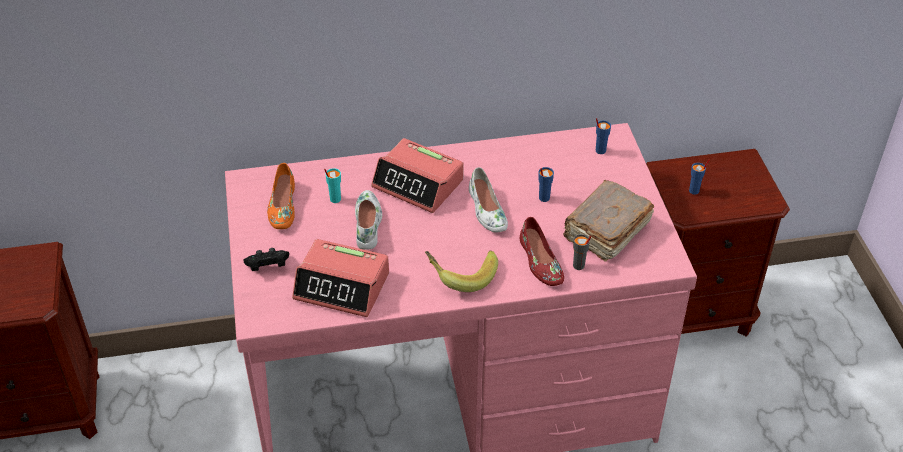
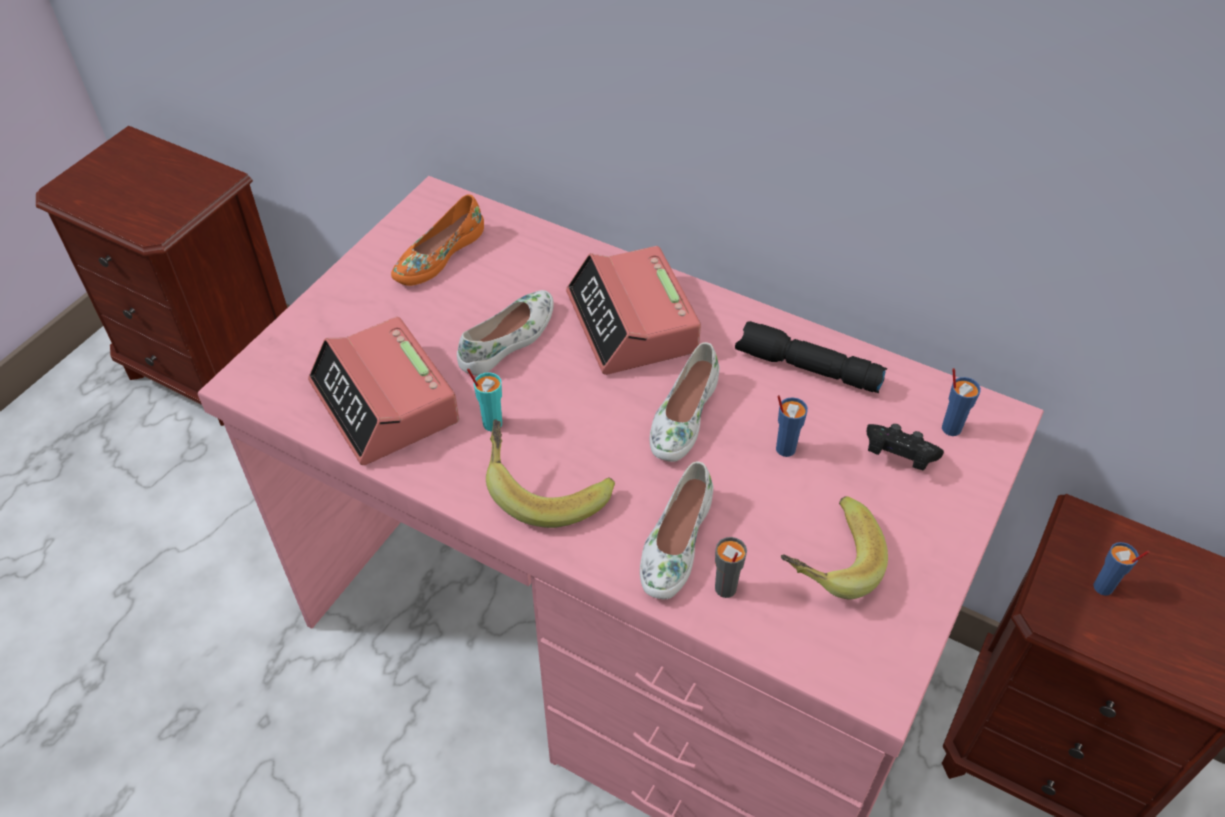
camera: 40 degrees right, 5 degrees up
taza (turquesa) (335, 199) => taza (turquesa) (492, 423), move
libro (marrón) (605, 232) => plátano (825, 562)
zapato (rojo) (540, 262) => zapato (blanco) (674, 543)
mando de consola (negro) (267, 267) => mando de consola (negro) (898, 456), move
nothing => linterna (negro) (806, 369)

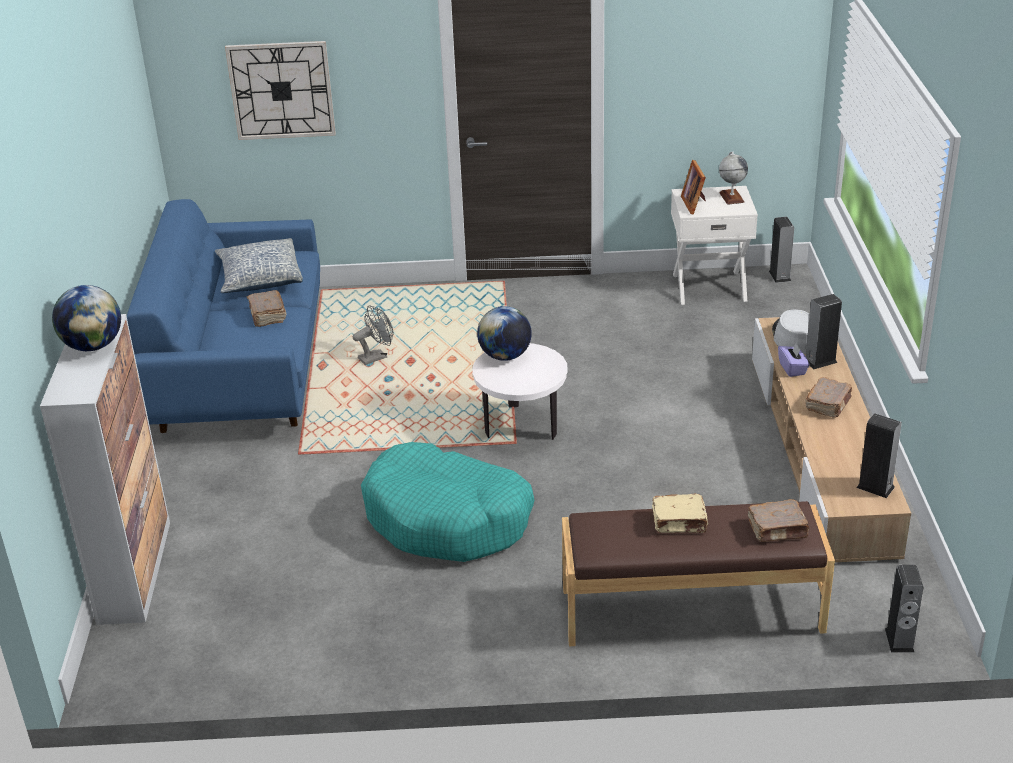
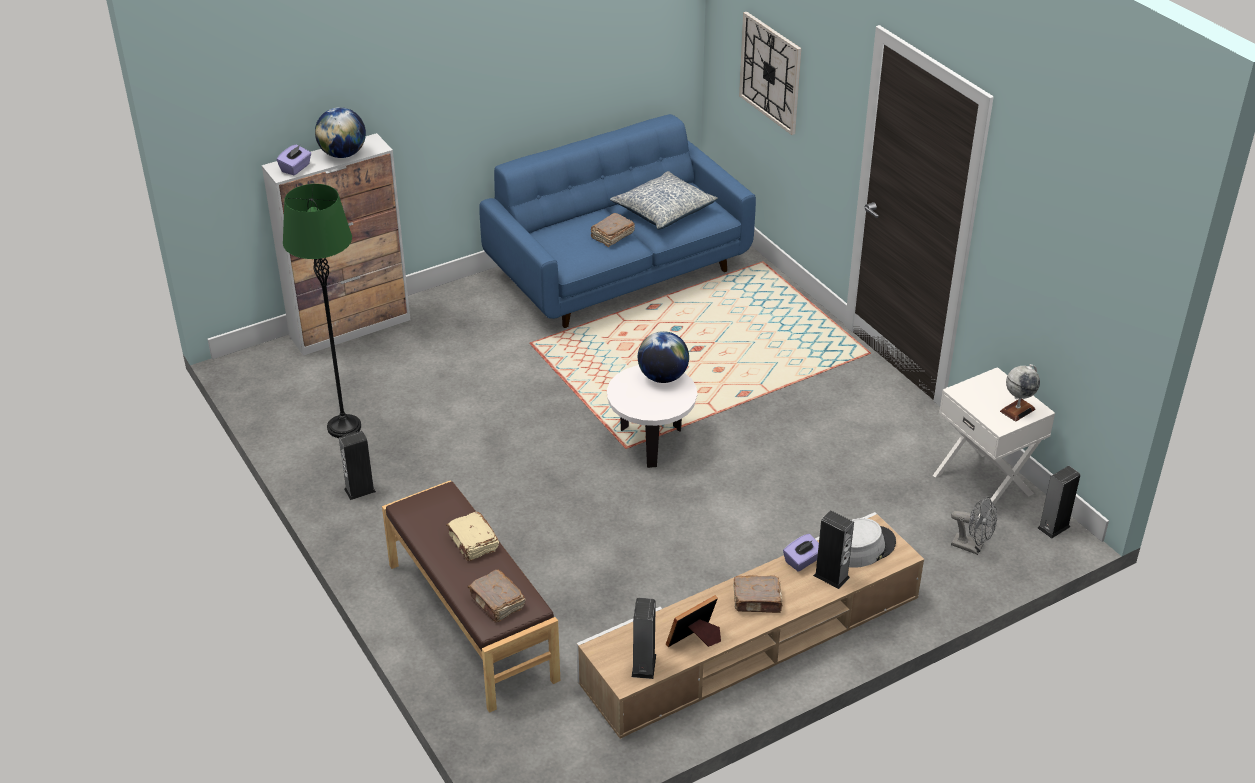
camera: 60 degrees right, 5 degrees up
portarretratos (695, 204) => portarretratos (695, 640), move
ventilador (gris) (376, 357) => ventilador (gris) (972, 547), move
cama para perro (turquesa) (447, 519) => nothing
altavoz (899, 640) => altavoz (360, 490), move
nothing => caja de pañuelos (morado) (296, 168)
nothing => lámpara de pie (verde) (344, 427)

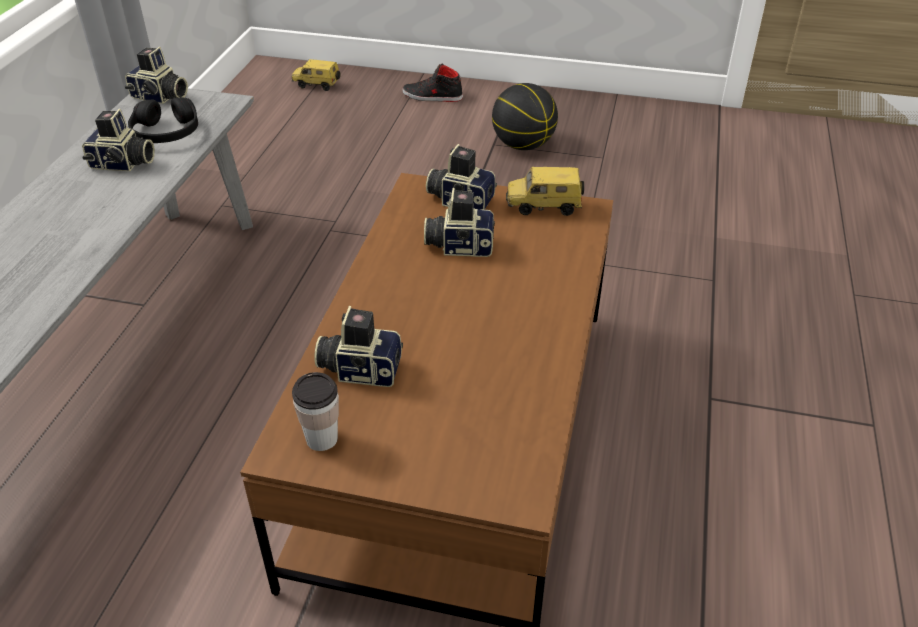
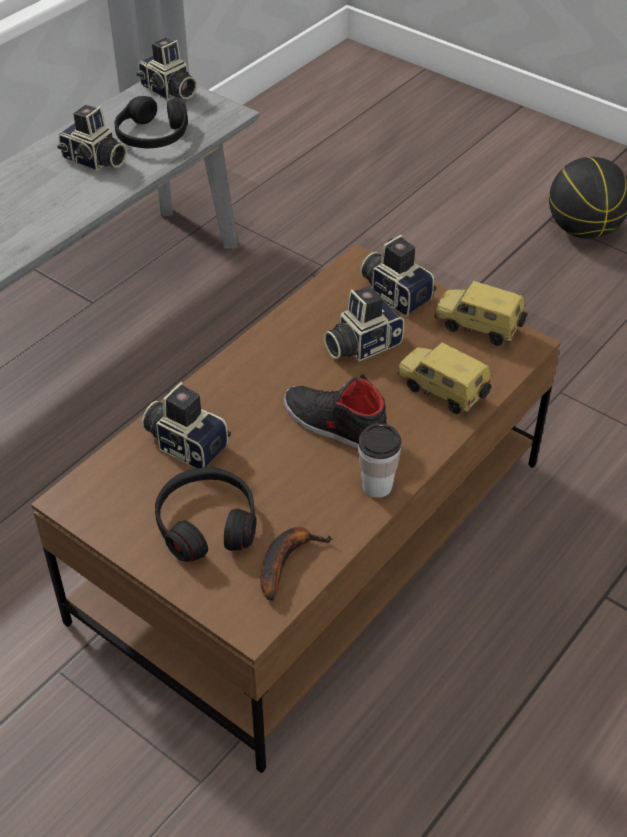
camera: 25 degrees right, 5 degrees up
coche de juguete (316, 86) => coche de juguete (440, 392), move
zapato (negro) (432, 96) => zapato (negro) (334, 425), move
cámara (459, 245) => cámara (361, 345), 60 degrees counterclockwise
taza (322, 438) => taza (377, 486), move
nothing => auriculares (negro) (206, 523)
nothing => plátano (286, 561)

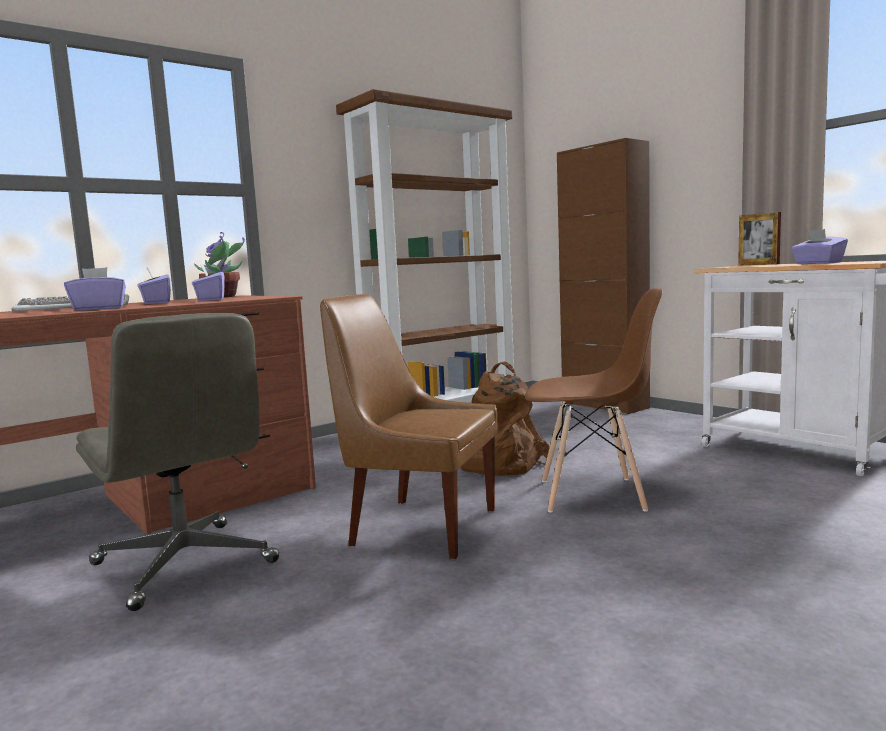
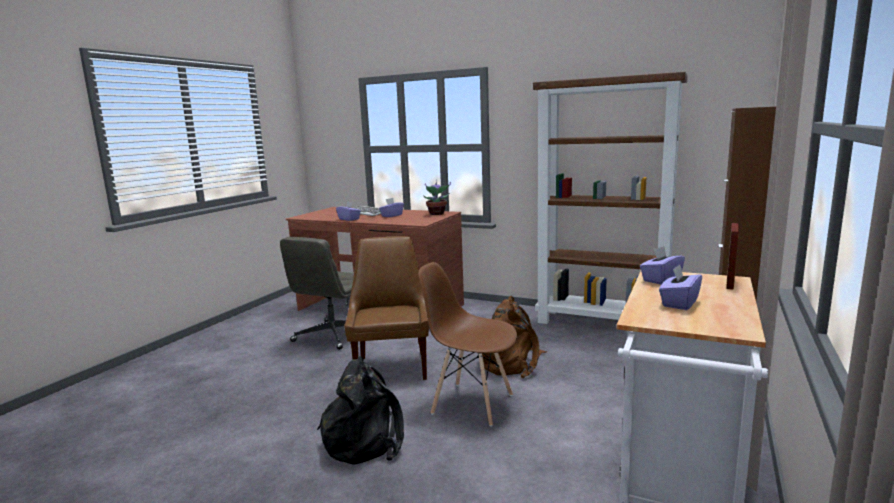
camera: 65 degrees right, 5 degrees up
caja de pañuelos (morado) (210, 300) => caja de pañuelos (morado) (661, 279), move
silla (marrón) (592, 495) => silla (marrón) (472, 403), 135 degrees clockwise
nothing => mochila (negro) (365, 440)

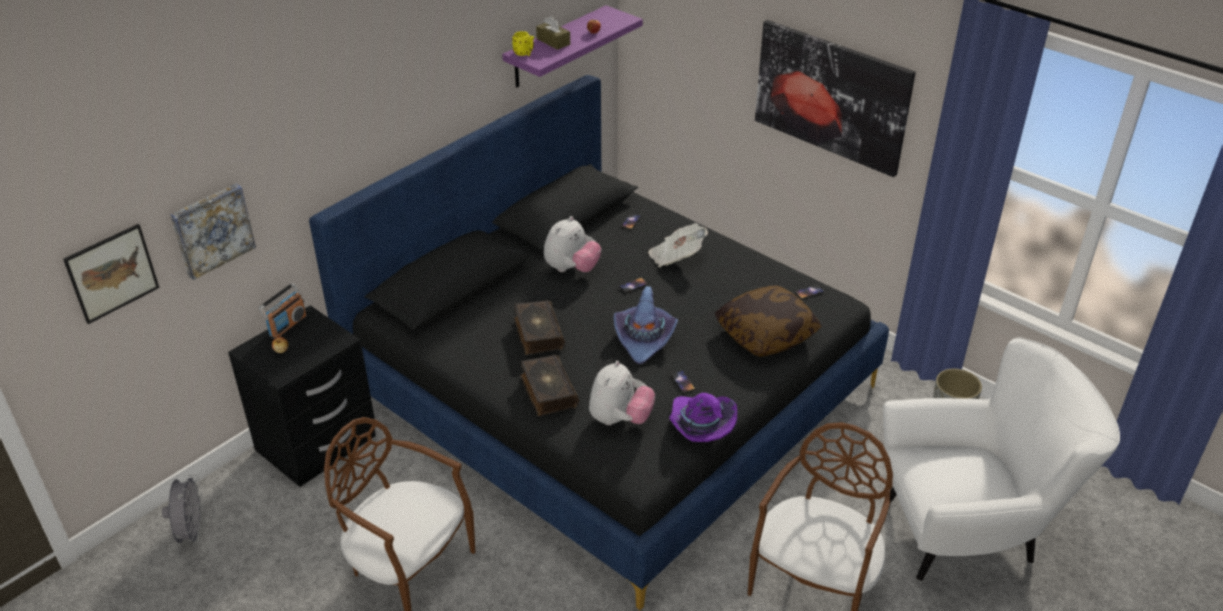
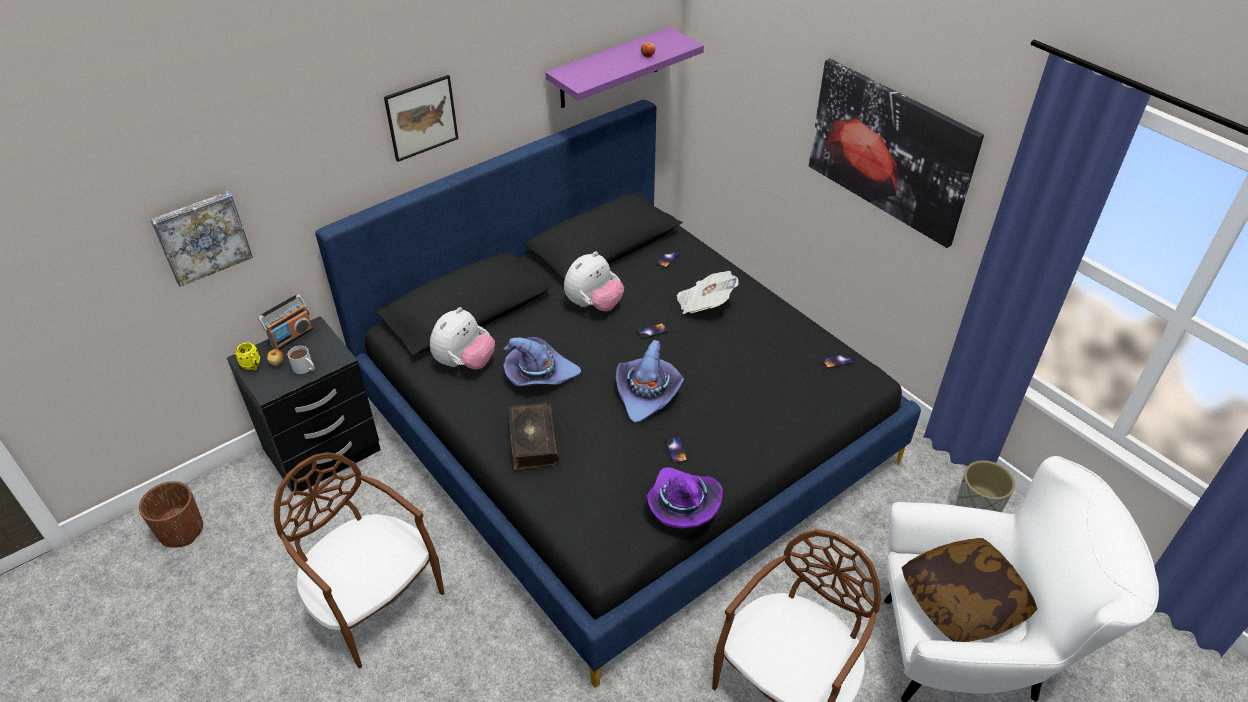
camera: 10 degrees right, 5 degrees up
caja de pañuelos (marrón) (553, 42) => nothing
taza grande (amarillo) (524, 54) => taza grande (amarillo) (252, 366), move
cuadro (112, 273) => cuadro (421, 117), move
cojín (766, 333) => cojín (963, 600), move
libro (537, 334) => sombrero (morado) (539, 374)
peluche (620, 419) => peluche (464, 363), move
ventilador (gris) (192, 533) => maceta (marrón) (181, 530)
nothing => taza grande (blanco) (305, 368)

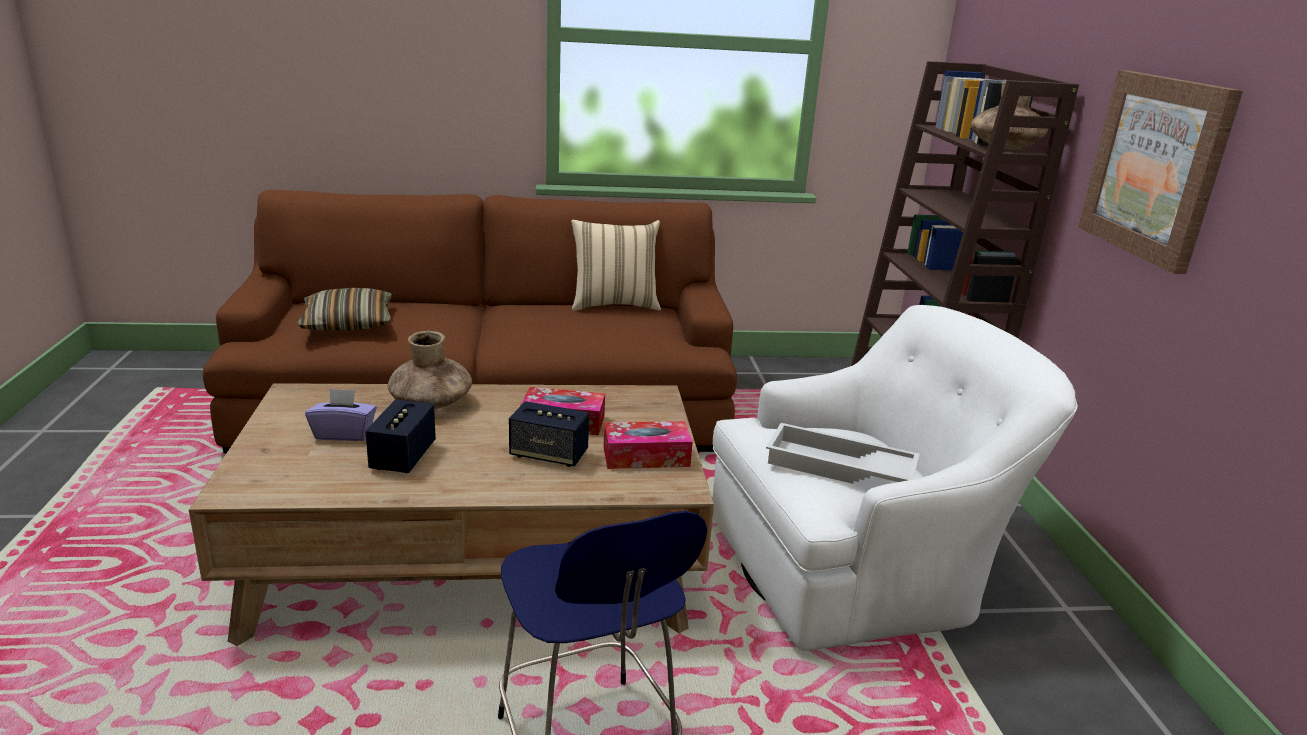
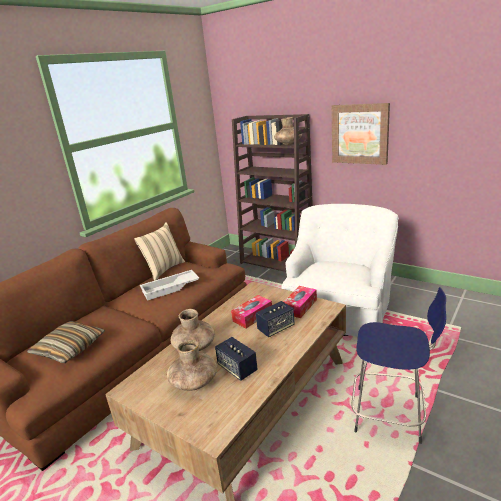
camera: 45 degrees left, 0 degrees up
caja de pañuelos (morado) (344, 433) => florero (marrón) (194, 381)
bandeja (blanco) (838, 468) => bandeja (blanco) (170, 288), move

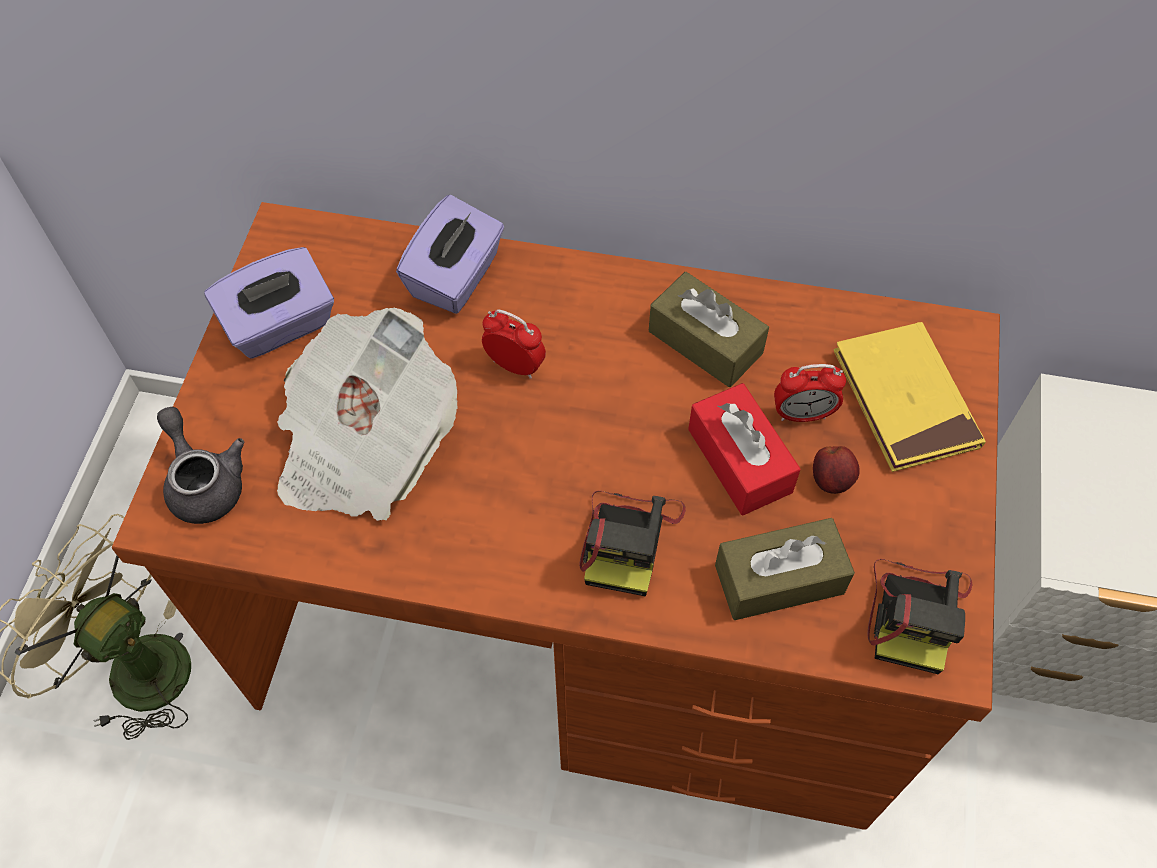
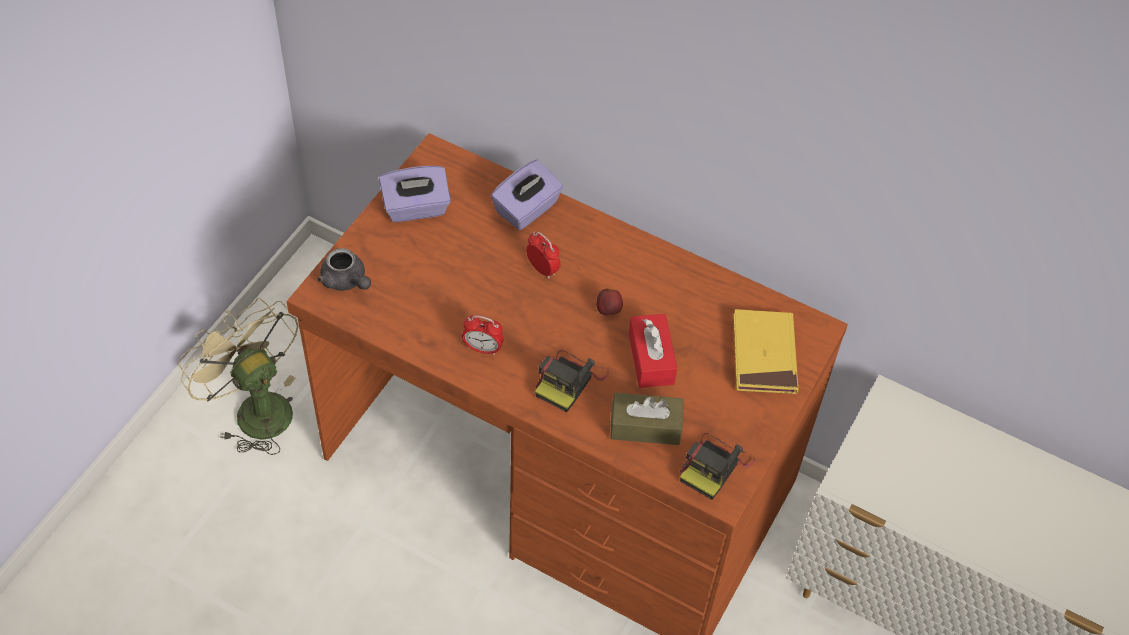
camera: 15 degrees right, 5 degrees down
caja de pañuelos (marrón) (705, 342) => nothing
periódico (365, 445) => nothing
despertador (802, 414) => despertador (483, 348), move
tetera (gris) (204, 481) => tetera (gris) (346, 281), 150 degrees clockwise
manzana (832, 481) => manzana (608, 310), move

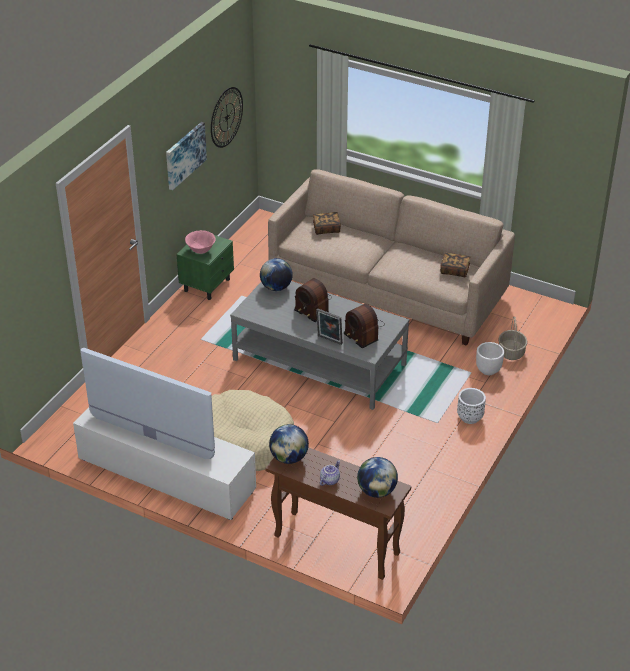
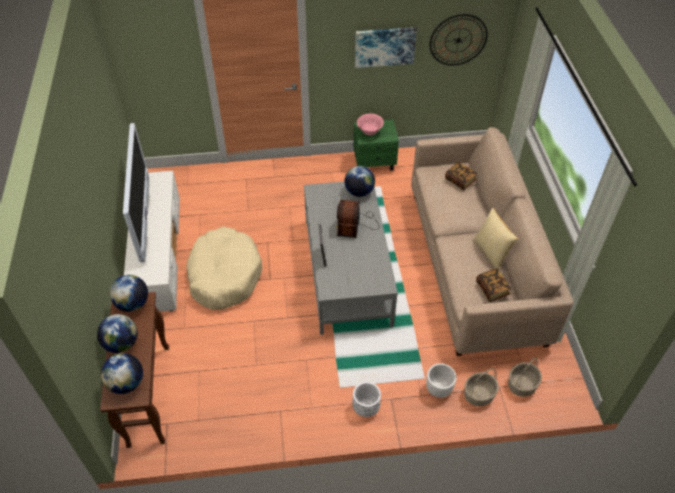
camera: 55 degrees right, 10 degrees up
radio (363, 332) => nothing
tetera (329, 480) => globo terráqueo (121, 343)
nothing => cojín (491, 253)
nothing => cesta (522, 385)

